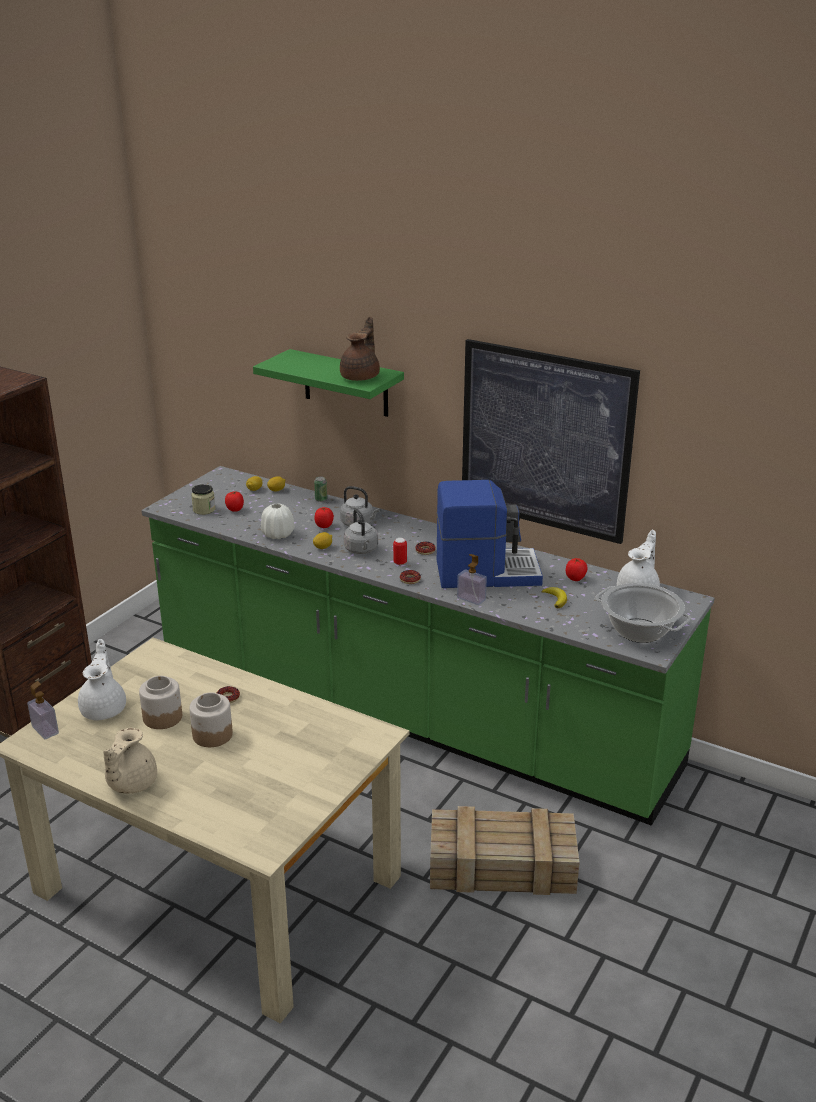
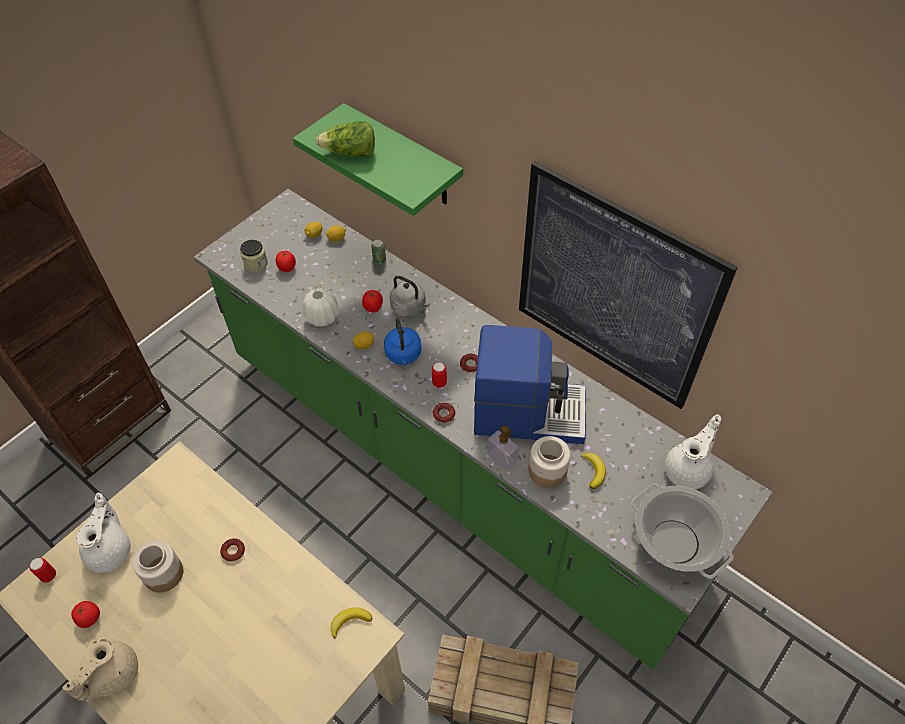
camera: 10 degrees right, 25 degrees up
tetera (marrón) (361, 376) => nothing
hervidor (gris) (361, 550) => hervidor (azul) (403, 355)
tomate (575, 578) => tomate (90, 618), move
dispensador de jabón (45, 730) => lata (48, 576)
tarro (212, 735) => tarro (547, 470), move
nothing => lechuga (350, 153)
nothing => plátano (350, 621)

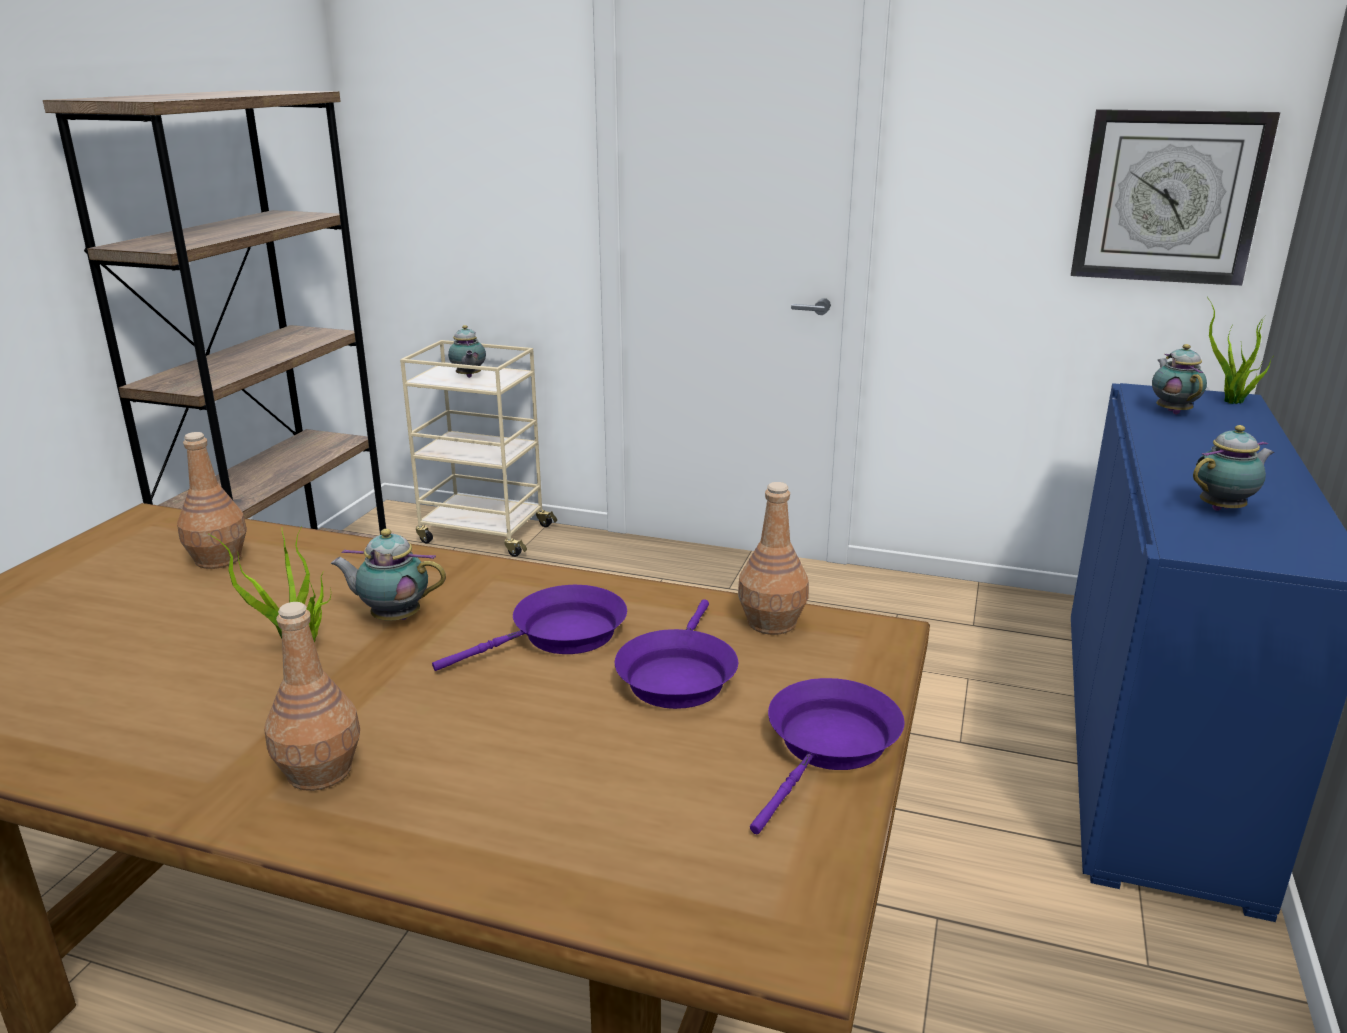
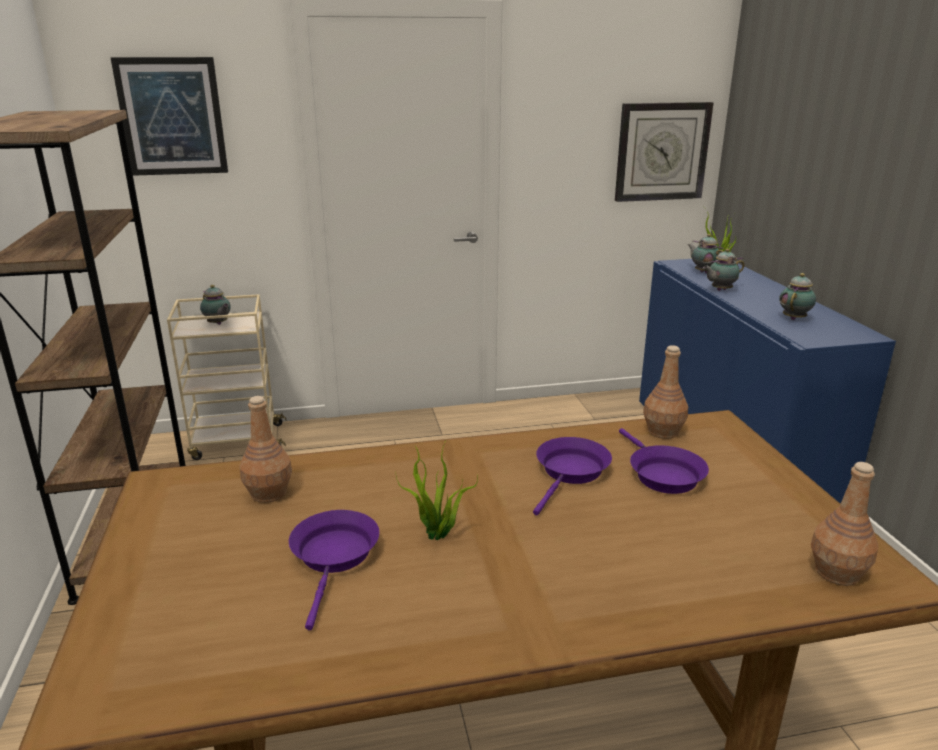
camera: 30 degrees left, 0 degrees up
tetera (393, 618) => tetera (720, 290), move
botella (marrón) (320, 772) => botella (marrón) (838, 572), move
sartén (morado) (829, 747) => sartén (morado) (334, 557), move
nothing => cuadro (172, 117)

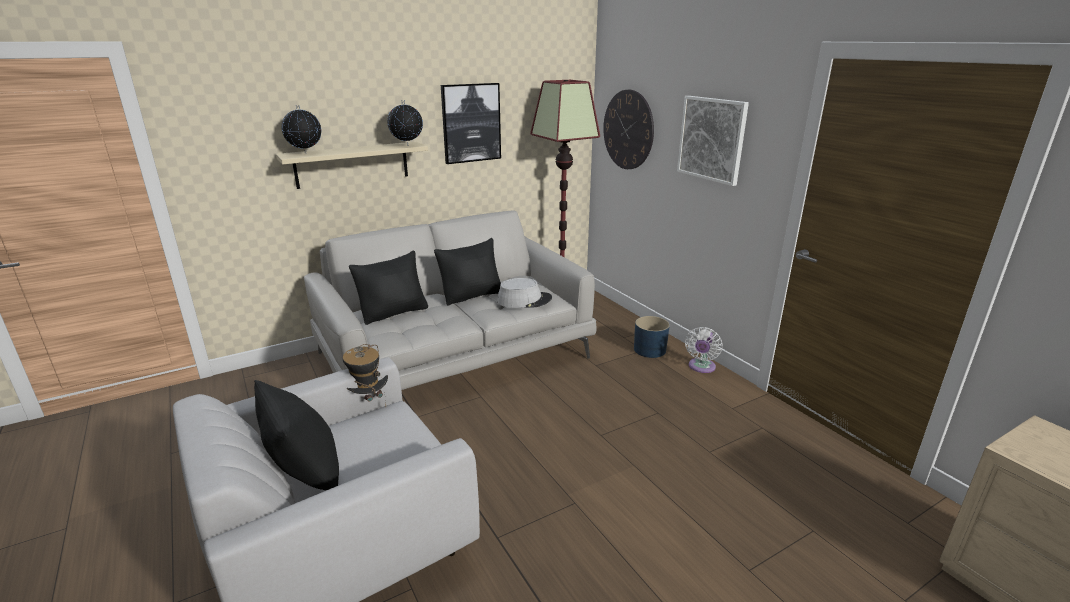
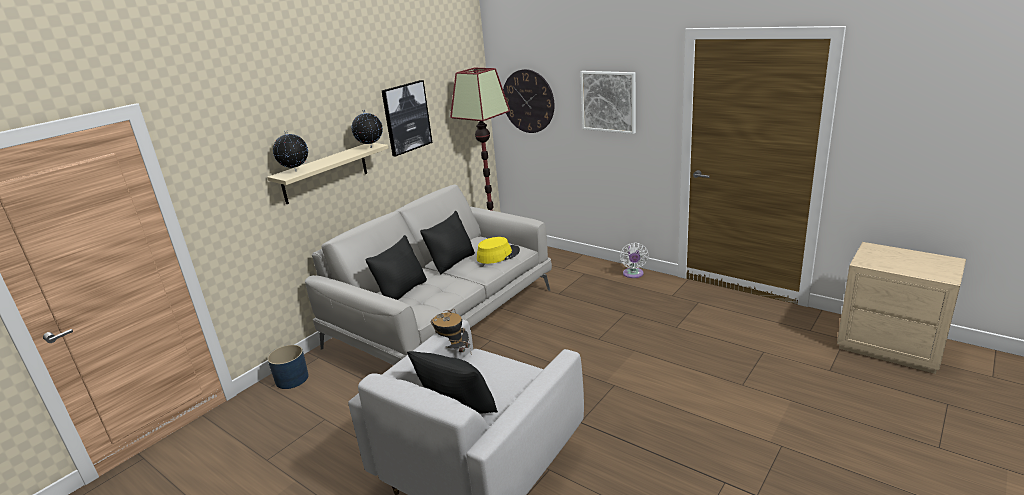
camera: 20 degrees left, 0 degrees up
sombrero (gris) (524, 300) => sombrero (amarillo) (498, 255)
maceta (azul) (650, 350) => maceta (azul) (292, 379), move

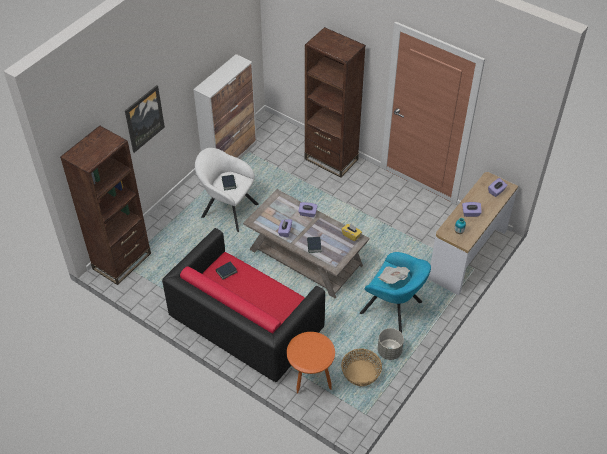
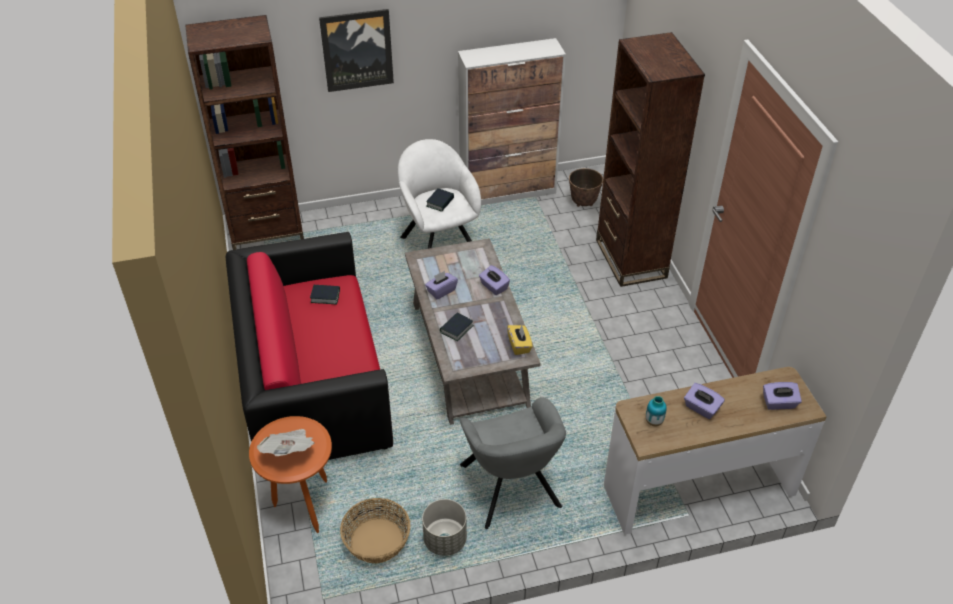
camera: 40 degrees right, 5 degrees down
sillón (turquesa) (394, 309) => sillón (gris) (512, 490)
periódico (393, 279) => periódico (289, 451), move
nothing => maceta (583, 203)

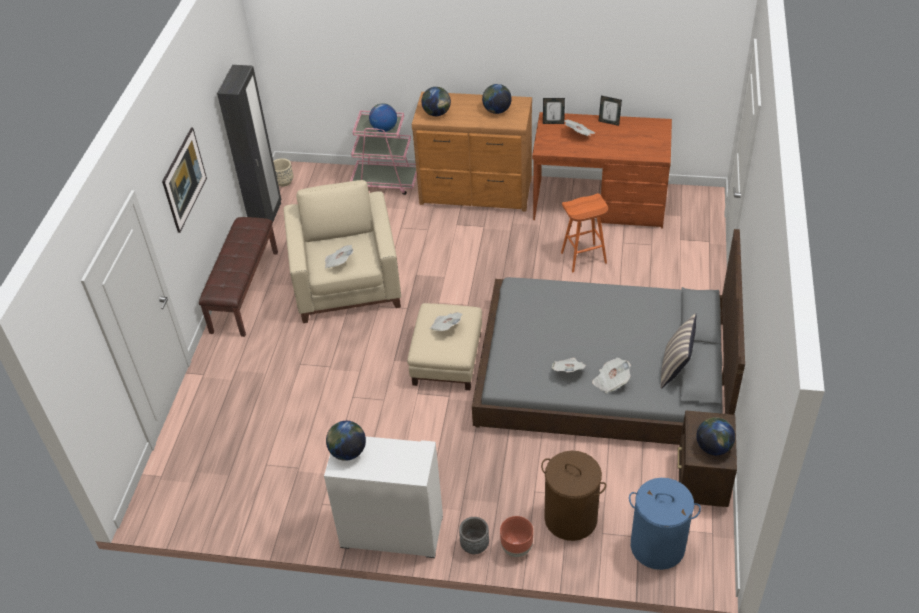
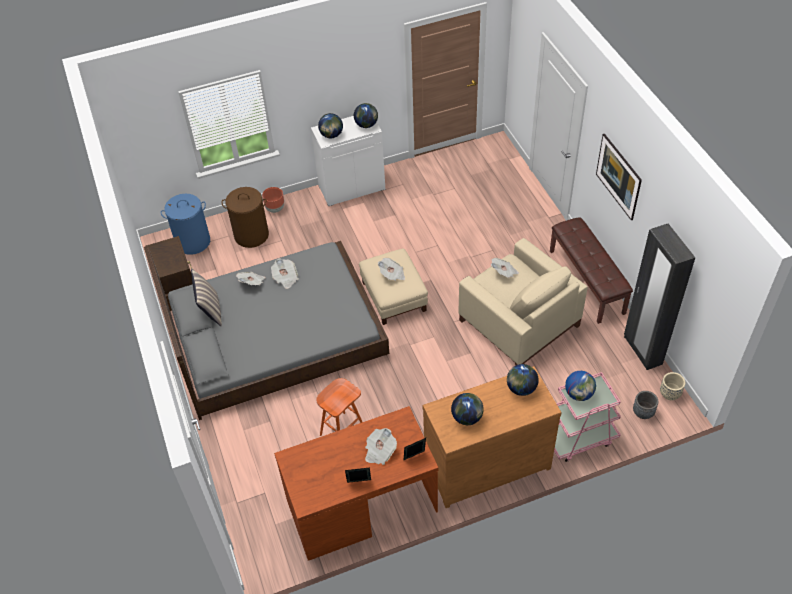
camera: 150 degrees right, 5 degrees up
globo terráqueo (713, 447) => globo terráqueo (331, 135), move
maceta (gris) (474, 545) => maceta (gris) (643, 412), move

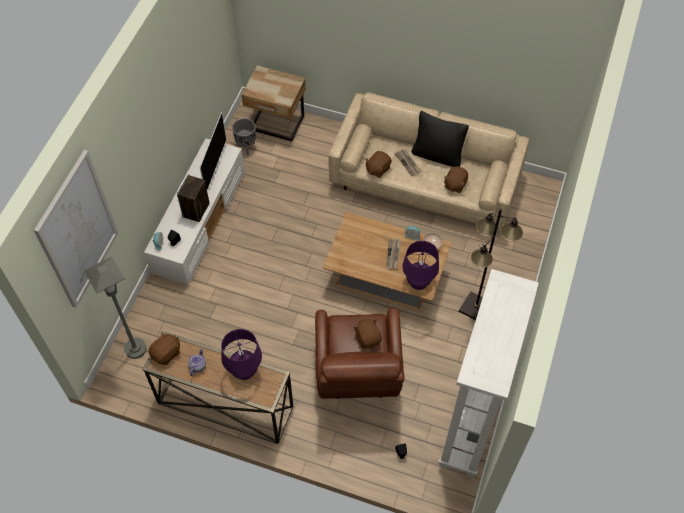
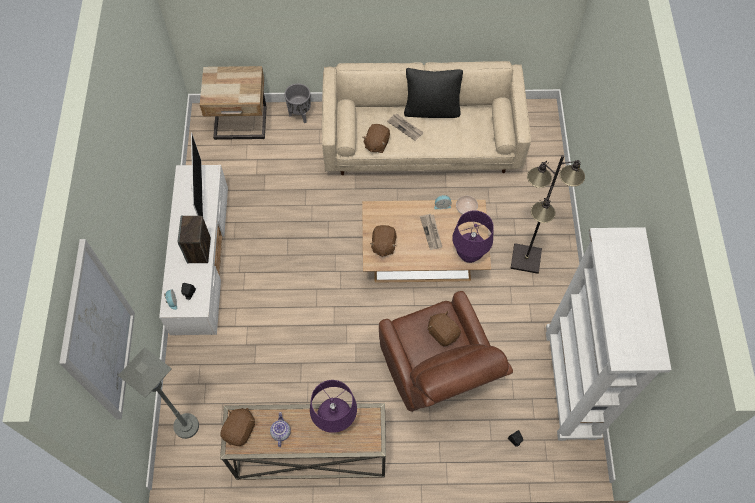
camera: 20 degrees left, 5 degrees up
maceta (gris) (246, 147) => maceta (gris) (300, 115), move
peluche (marrón) (455, 184) => peluche (marrón) (383, 245), move

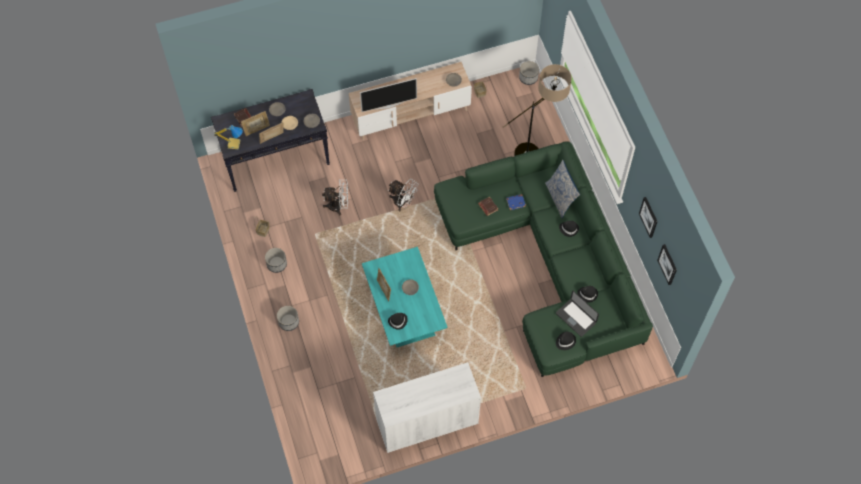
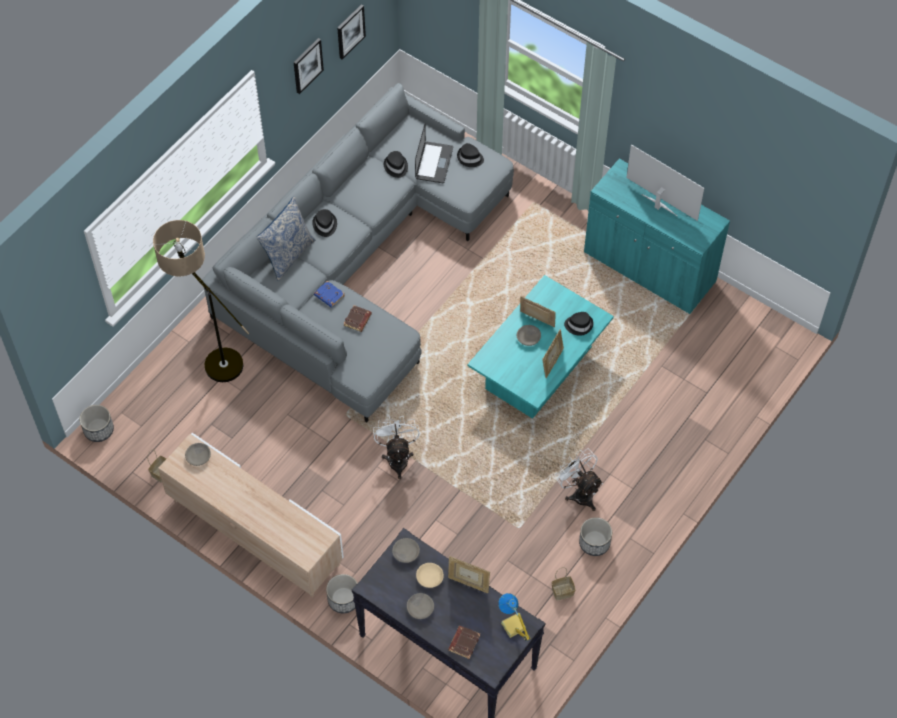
camera: 125 degrees left, 5 degrees down
televisor (388, 105) => televisor (658, 205), move
portarretratos (257, 130) => portarretratos (537, 321), move
sofá (verde) (549, 261) => sofá (gris) (358, 263)
ventilador (blanco) (338, 206) => ventilador (blanco) (579, 493), move
maceta (288, 322) => maceta (344, 600), move
armario (blanco) (427, 421) => armario (turquesa) (649, 268)

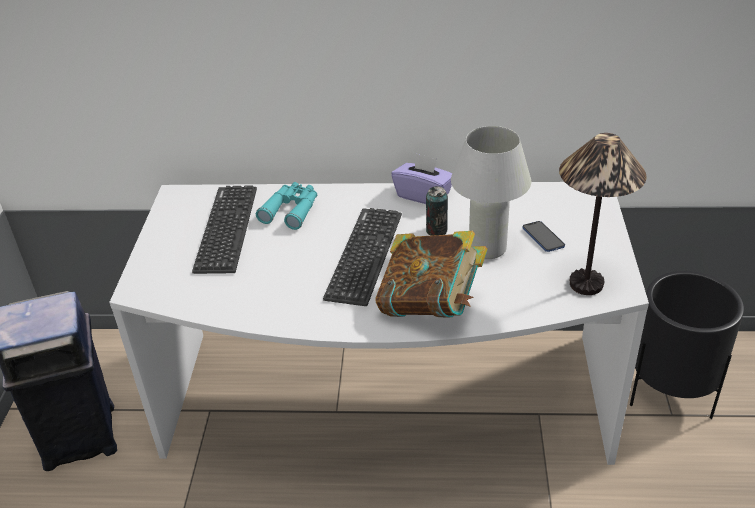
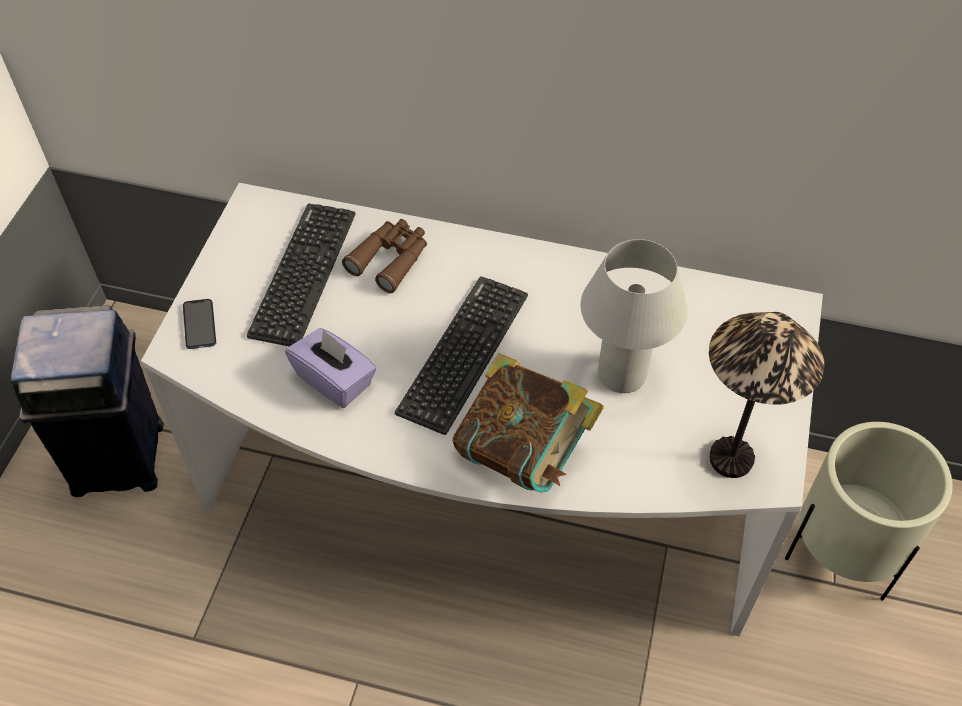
camera: 10 degrees right, 15 degrees up
caja de pañuelos (morado) (423, 195) => caja de pañuelos (morado) (335, 380), move
prismáticos (turquesa) (291, 210) => prismáticos (marrón) (391, 259)
lata (436, 230) => nothing
móvil (543, 237) => móvil (199, 325), move
maceta (negro) (670, 395) => maceta (beis) (840, 555)

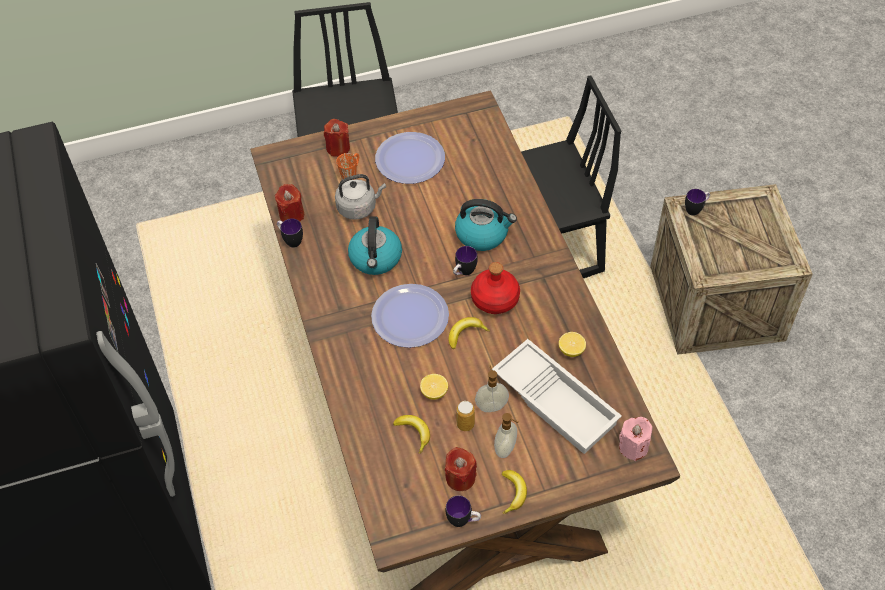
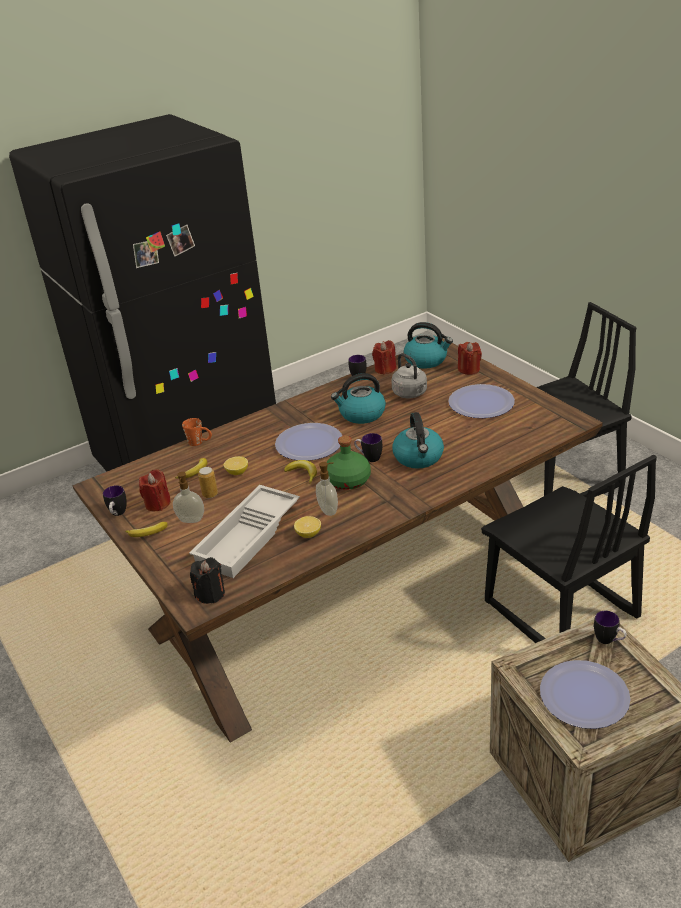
camera: 75 degrees right, 20 degrees down
taza grande (naranja) (351, 173) => taza grande (naranja) (200, 442), move
botella (rojo) (495, 299) => botella (verde) (348, 480)
dispensador de jabón (491, 406) => dispensador de jabón (329, 510), move
vela (rosa) (633, 447) => vela (negro) (210, 594)
nothing => hervidor (426, 360)
nothing => plato (584, 695)

